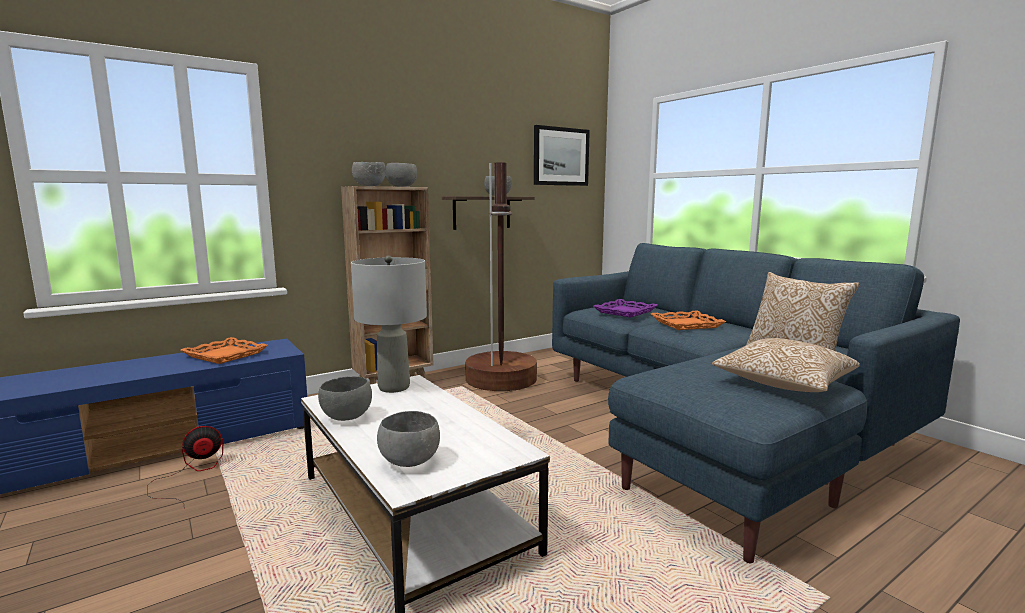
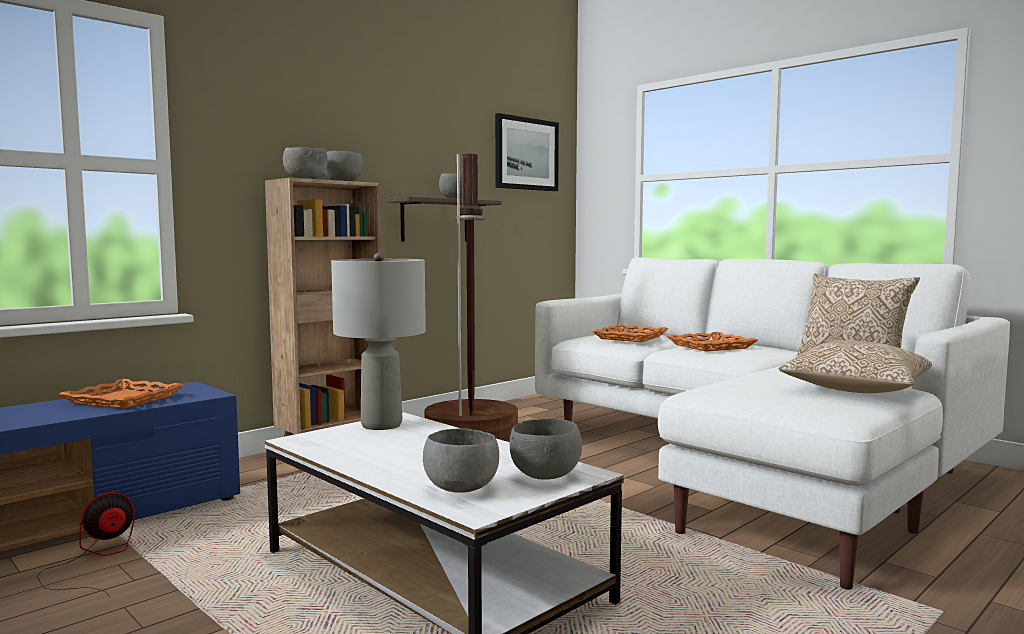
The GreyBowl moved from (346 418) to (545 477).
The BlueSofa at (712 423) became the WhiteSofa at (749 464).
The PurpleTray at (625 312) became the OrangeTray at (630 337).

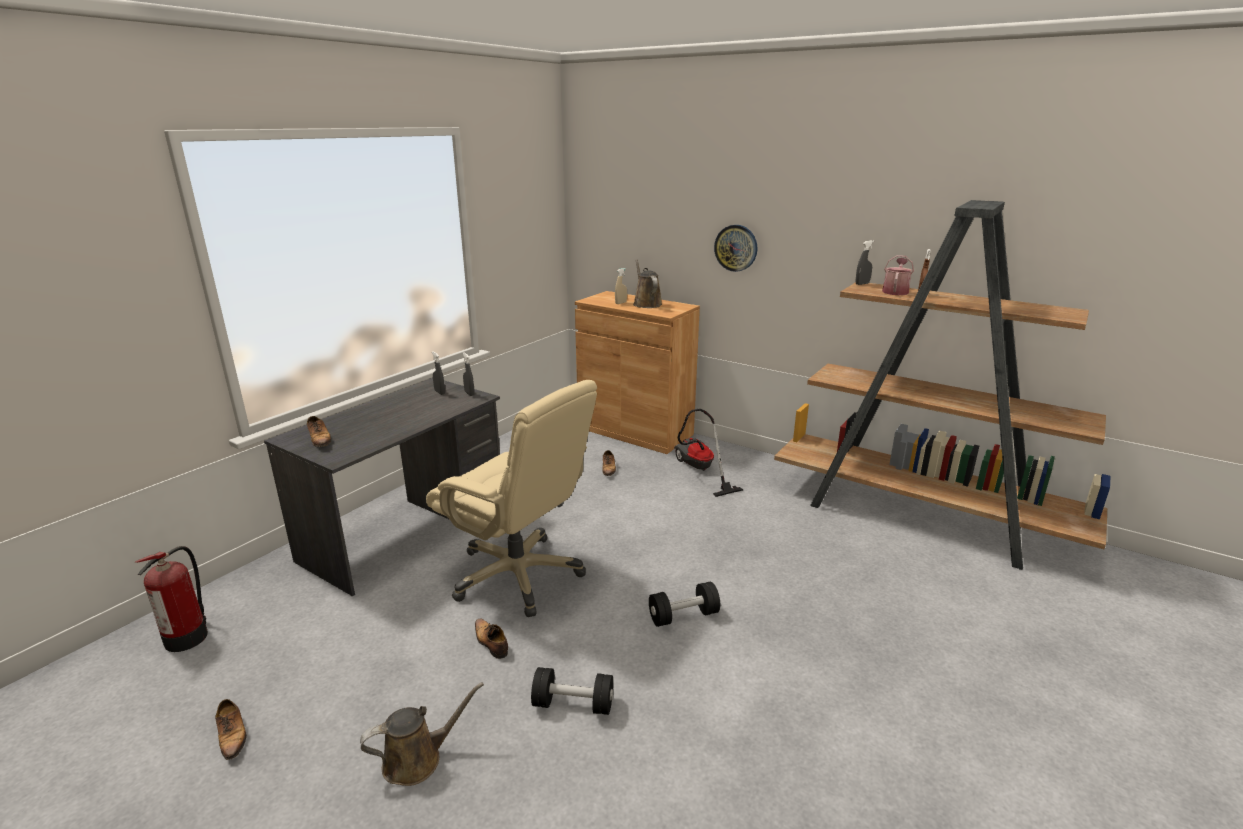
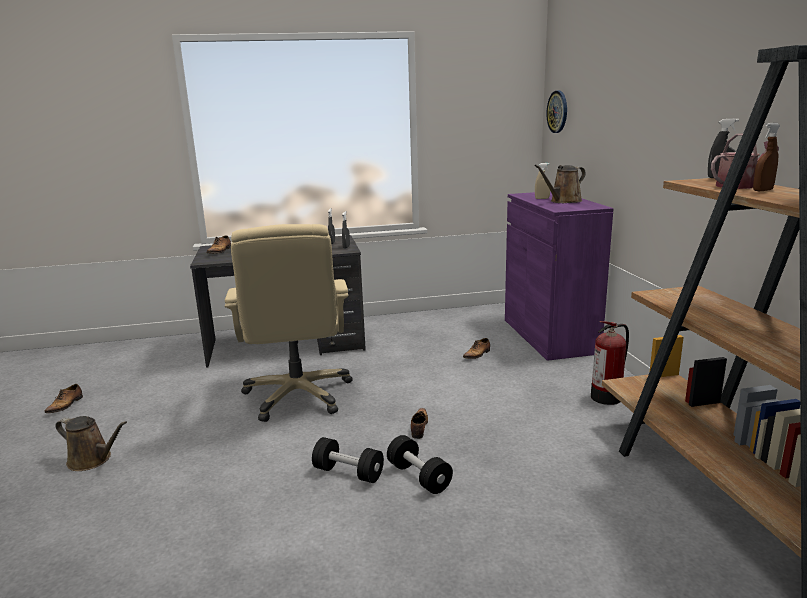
The BlackDumbbell moved from (573 704) to (419 477).
The Shoe moved from (491 642) to (419 427).
The BrownCabinet at (635 431) became the PurpleCabinet at (549 336).
The BrownWateringCan at (646 304) turned 150 degrees counterclockwise.
The WallClock moved from (736 248) to (557 111).
The FireExtinguisher moved from (188 636) to (607 397).
The VacuumCleaner at (699 470) disappeared.

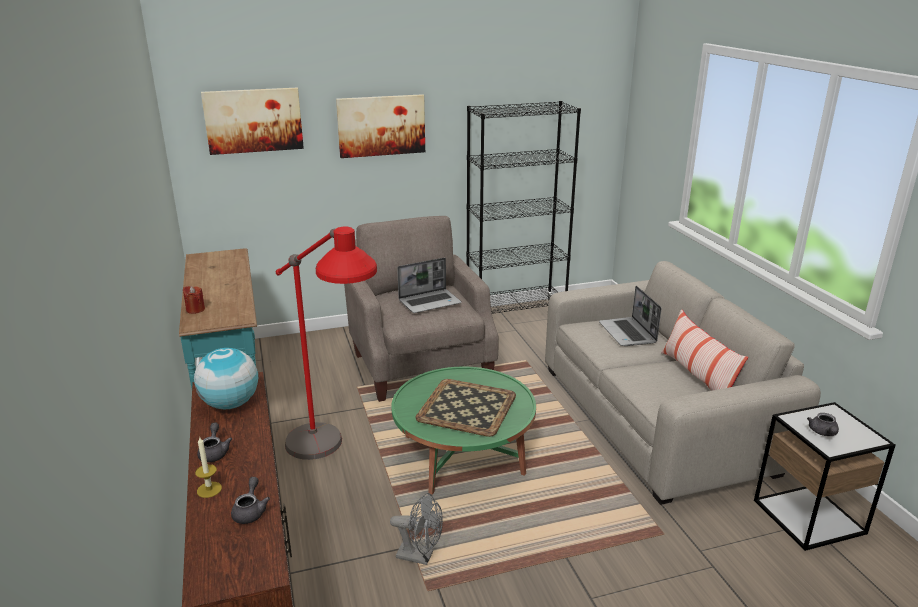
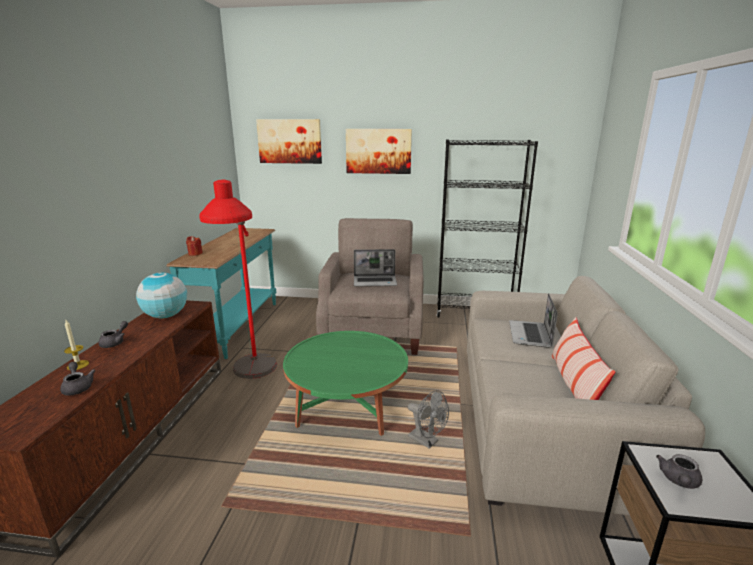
The GreyTeapot at (250 511) turned 60 degrees counterclockwise.
The GreyFan moved from (420 556) to (427 441).
The Tray at (467 408) disappeared.

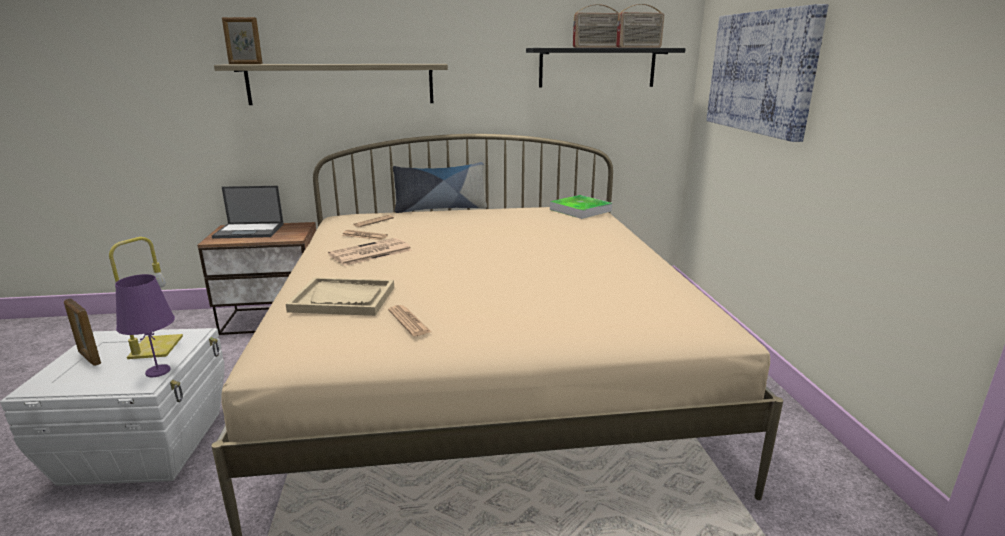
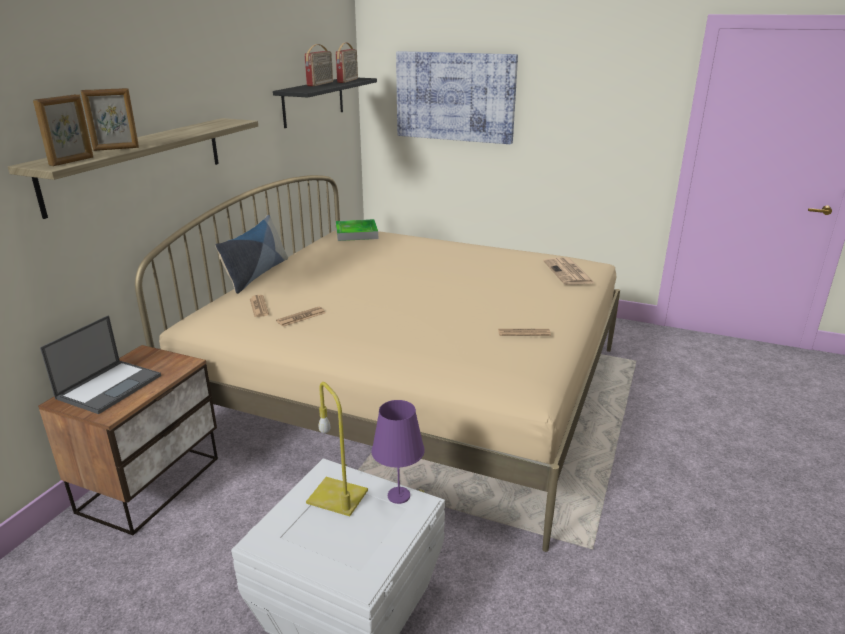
The PictureFrame moved from (89 358) to (116 149).
The Newspaper moved from (370 253) to (569 272).
The BeigeTray at (343 299) disappeared.

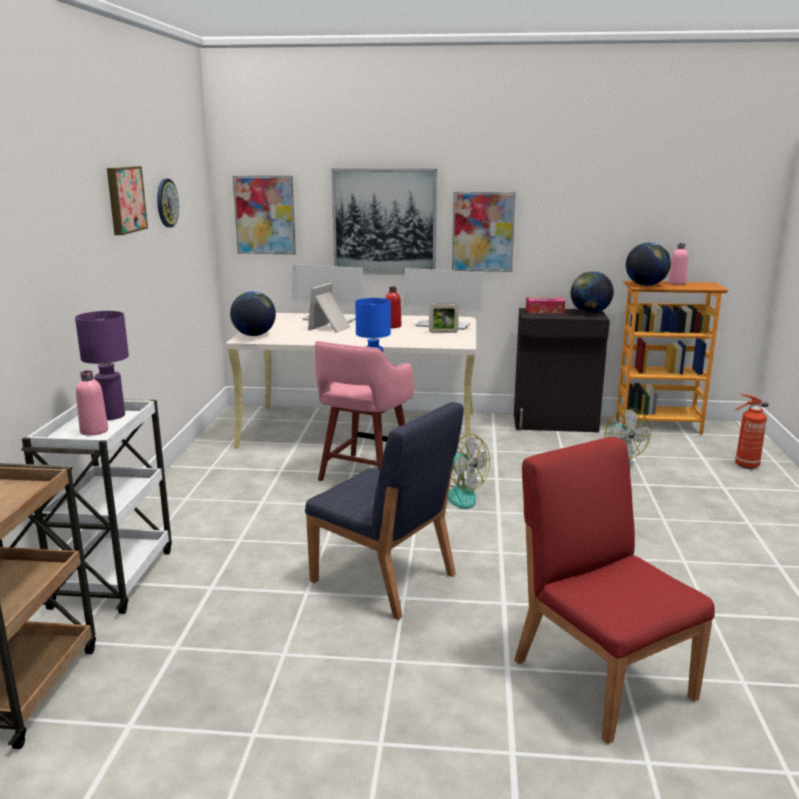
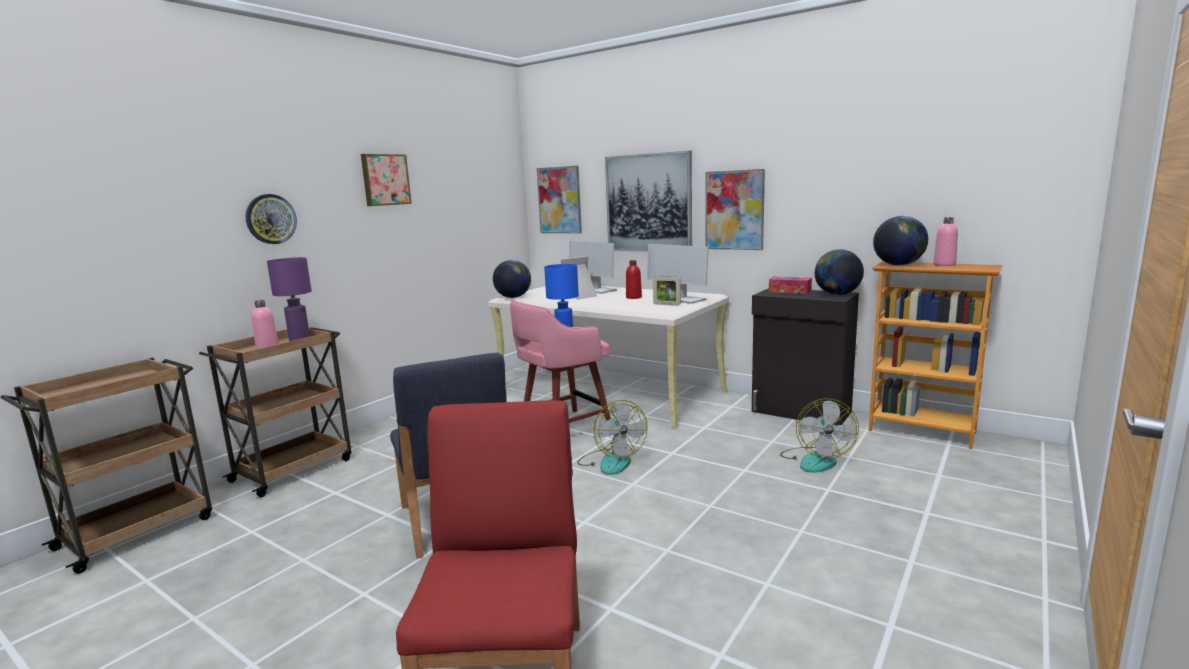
The WhiteCart at (115 576) became the BrownCart at (294 469).
The WallClock moved from (166 203) to (270 219).
The FireExtinguisher at (745 465) disappeared.

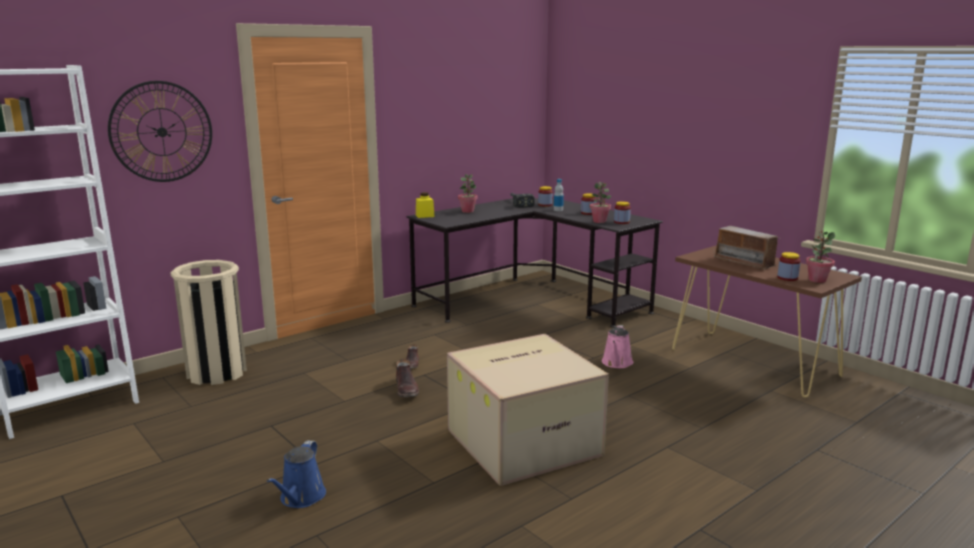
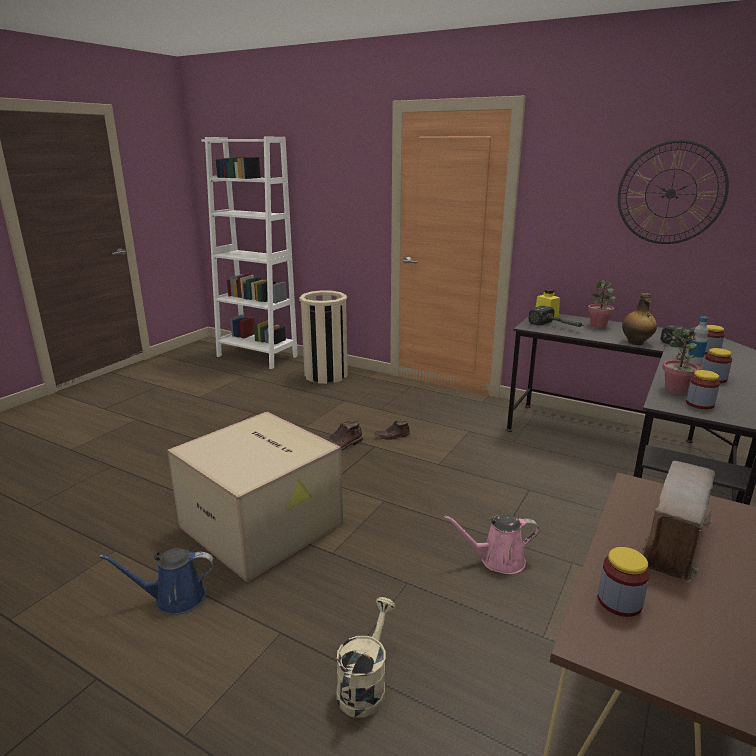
The BlueWateringCan moved from (301 498) to (175 598).
The BeigeWateringCan at (365 685) appeared.
The Hammer at (558 326) appeared.
The WallClock moved from (162 132) to (670 193).
The Bottle at (636 343) appeared.
The PottedPlant at (817 280) disappeared.

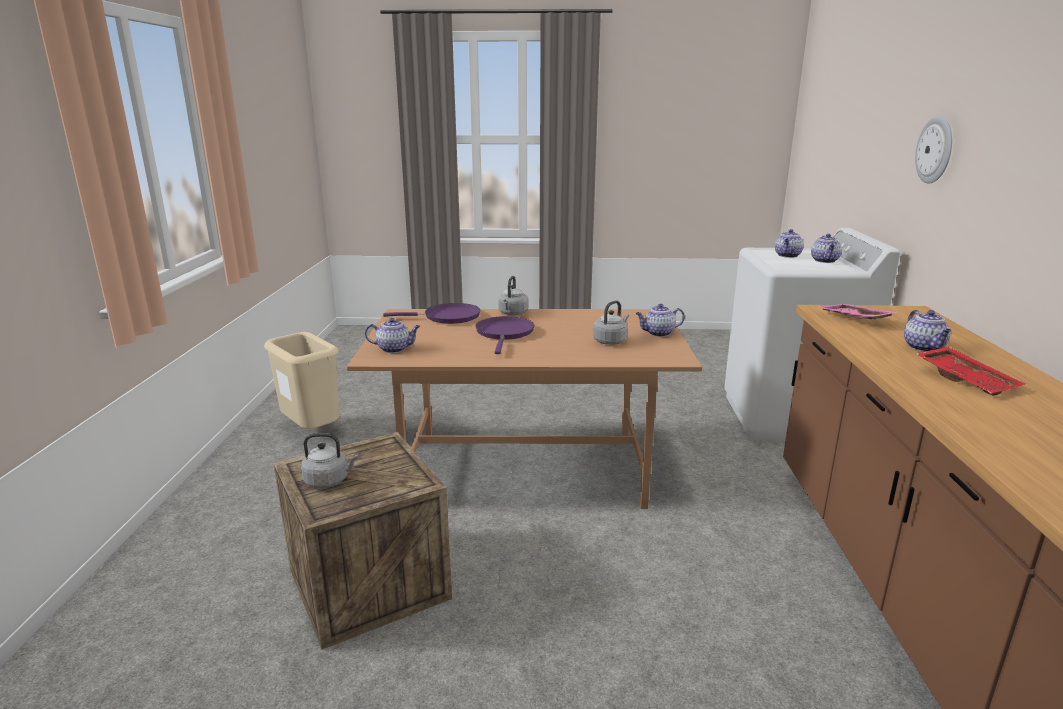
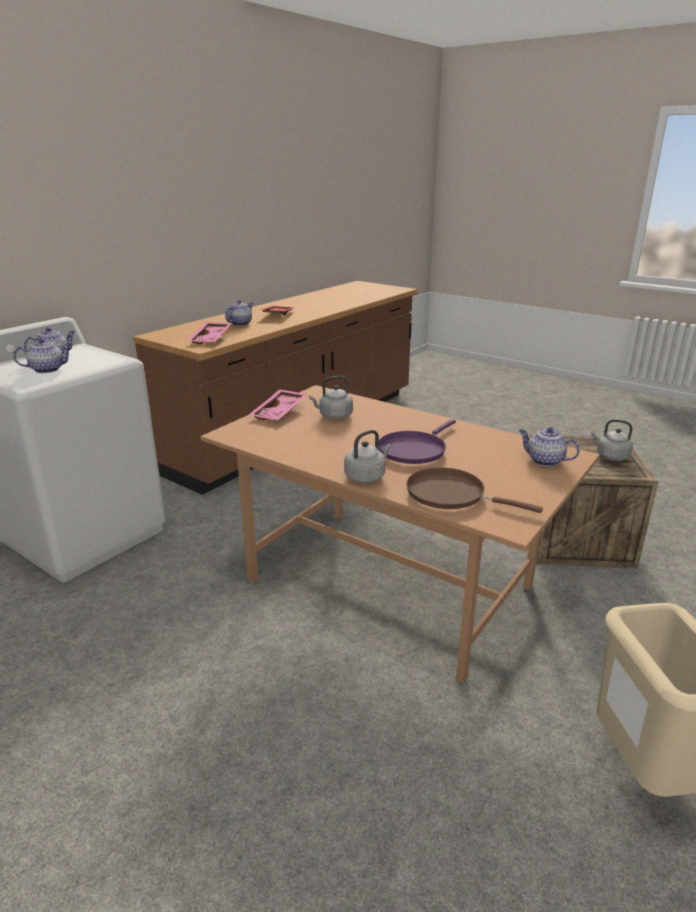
The Teapot at (658 333) was replaced by the PinkTray at (280 412).
The PurpleFryingPan at (448 317) became the BrownFryingPan at (451 494).
The WallClock at (935 150) disappeared.

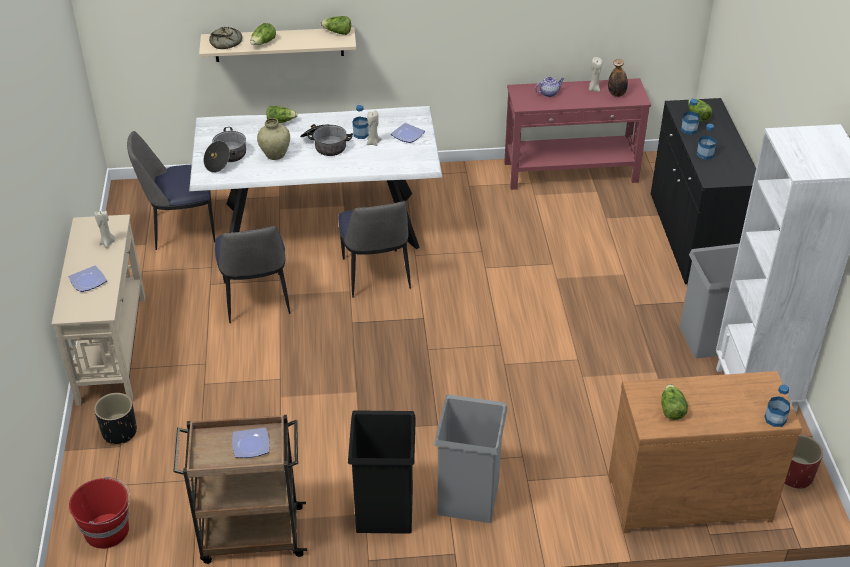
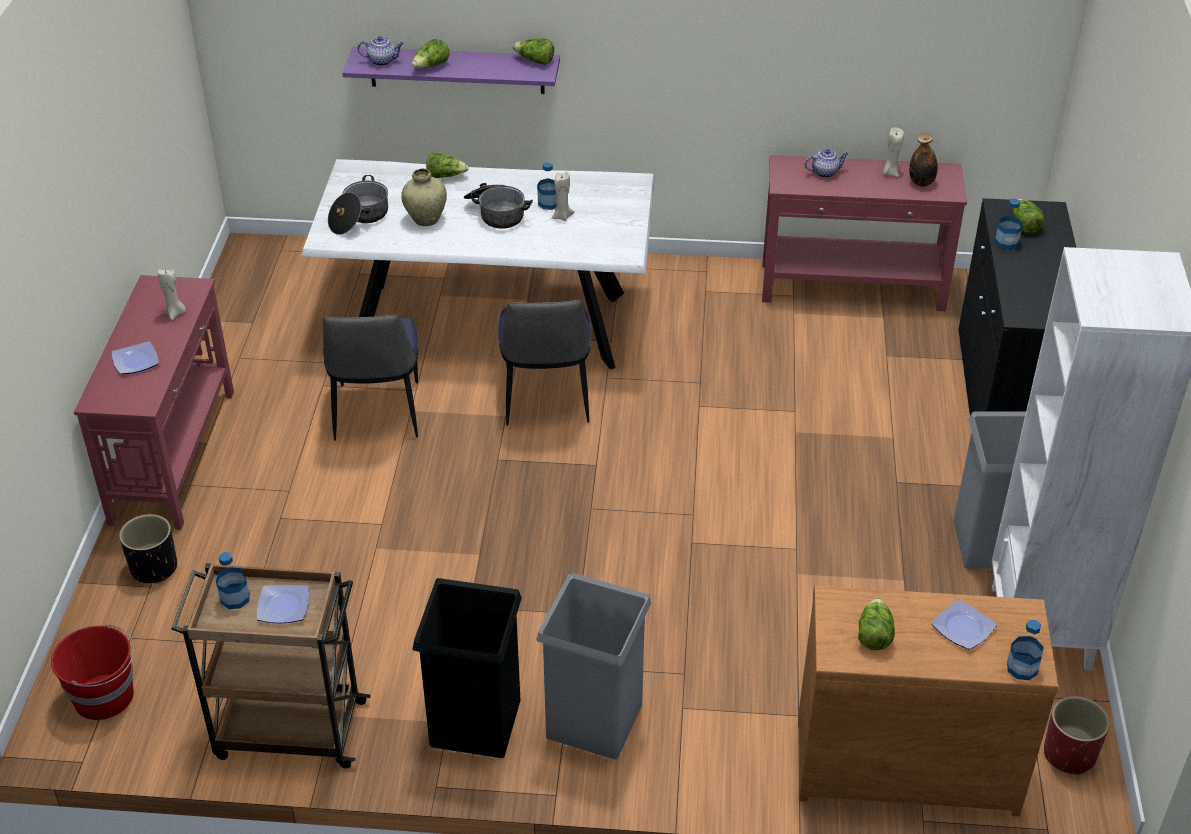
The BeigeConsoleTable at (113 347) became the RedConsoleTable at (174 455).
The Bottle moved from (705 154) to (235 598).
The BeigeShelf at (279 44) became the PurpleShelf at (457 70).
The Bread at (226 42) was replaced by the Teapot at (382 61).
The Plate moved from (407 135) to (961 628).
The Chair at (181 229) disappeared.

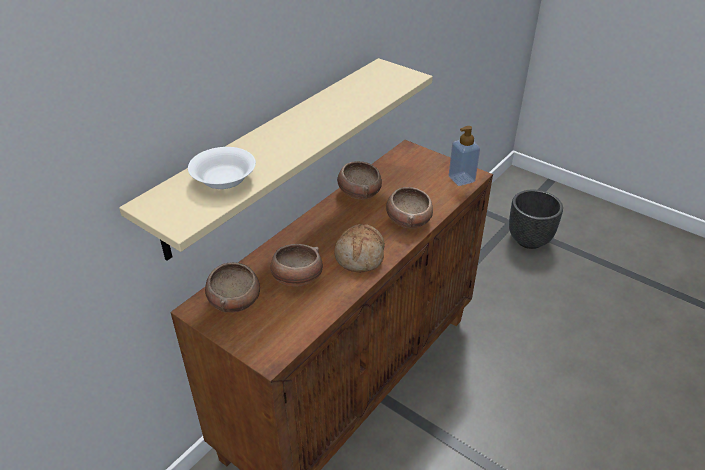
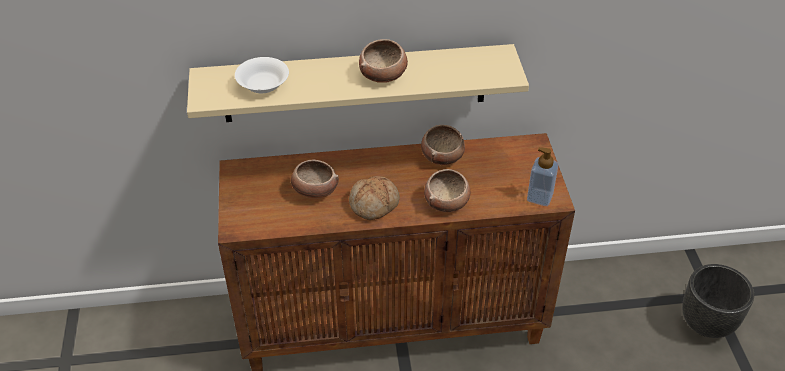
The Bowl moved from (235 300) to (383 74).

